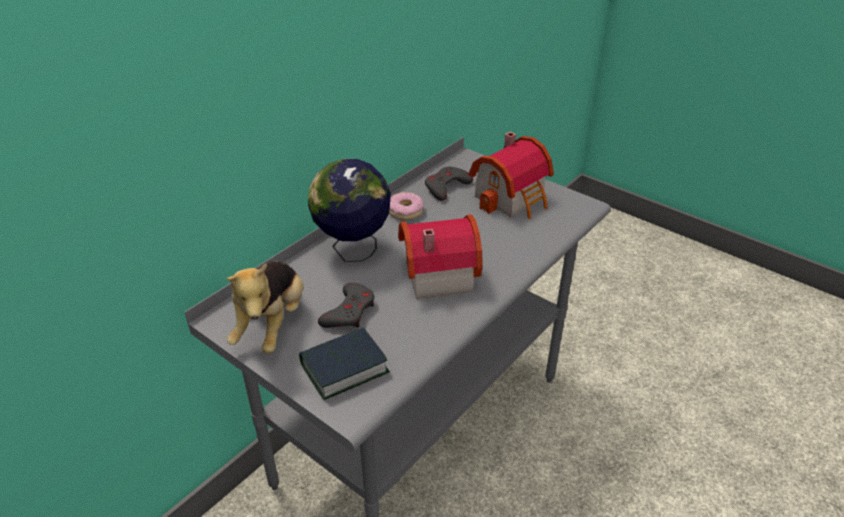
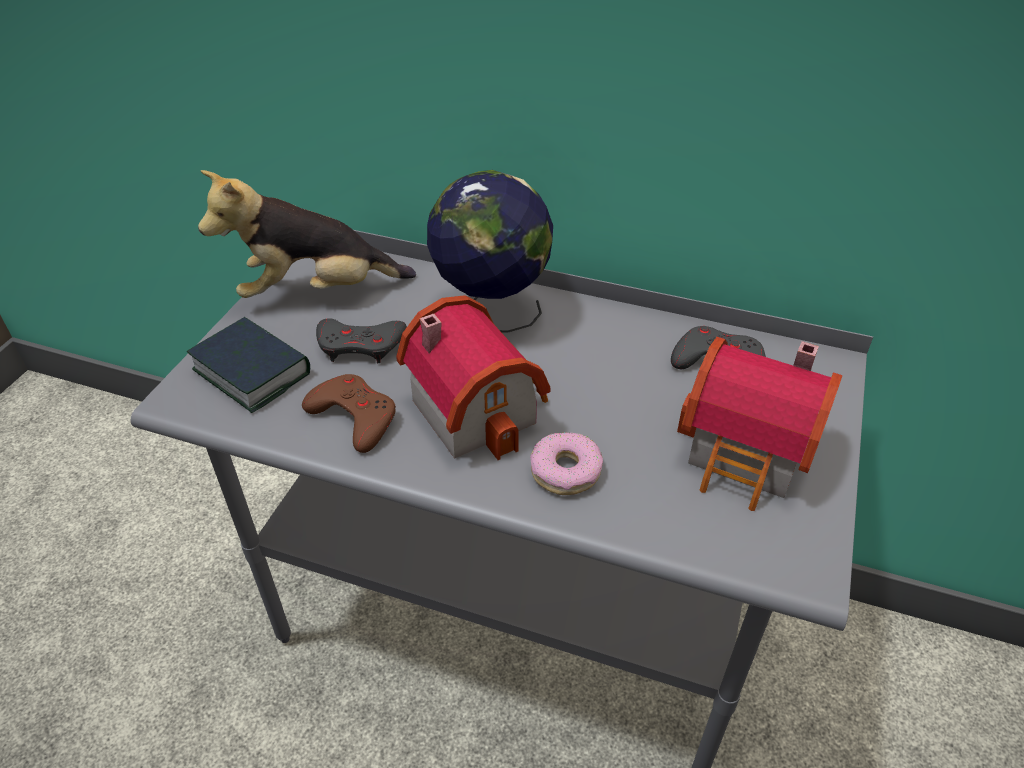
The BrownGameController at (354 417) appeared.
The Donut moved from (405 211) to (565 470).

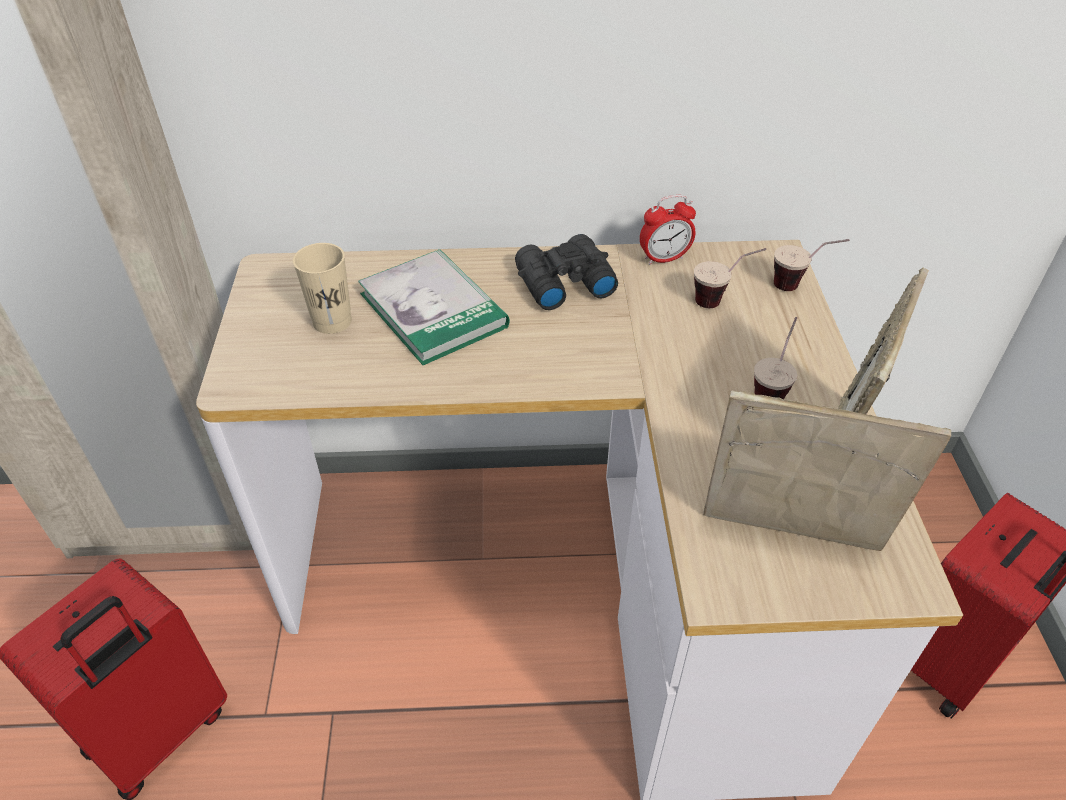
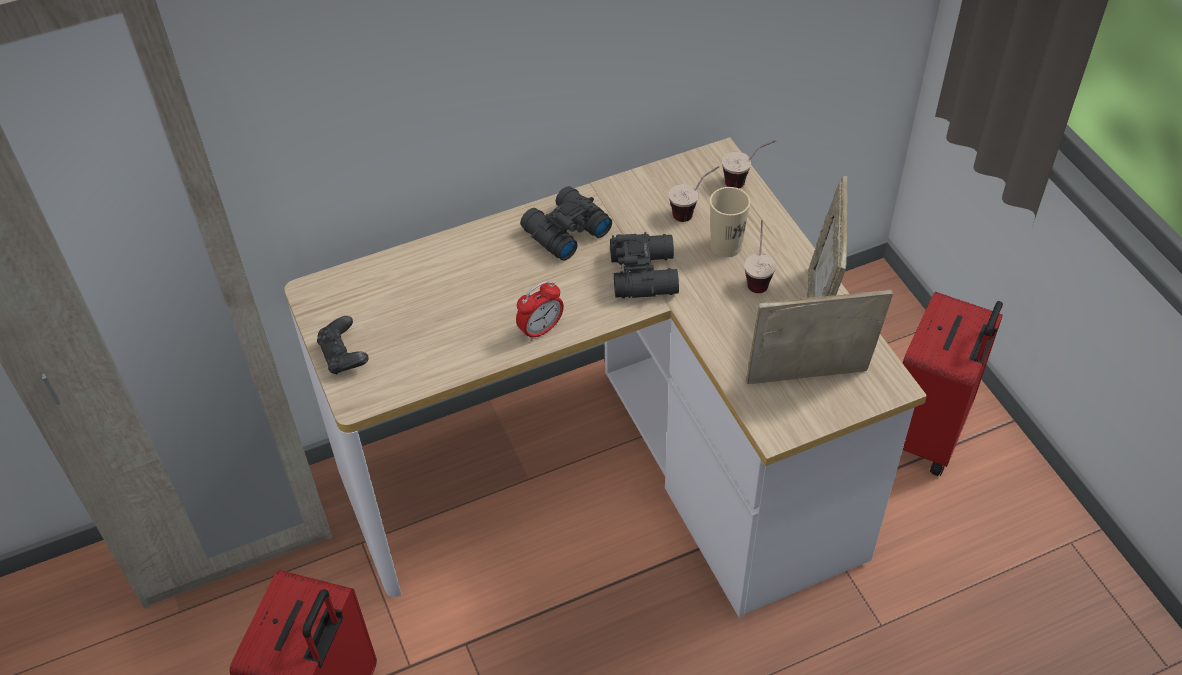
The BlackGameController at (344 356) appeared.
The AlarmClock moved from (664 258) to (541 329).
The BlackBinoculars at (645 273) appeared.
The BeigeCup moved from (332 321) to (726 246).
The Book at (433 310) disappeared.

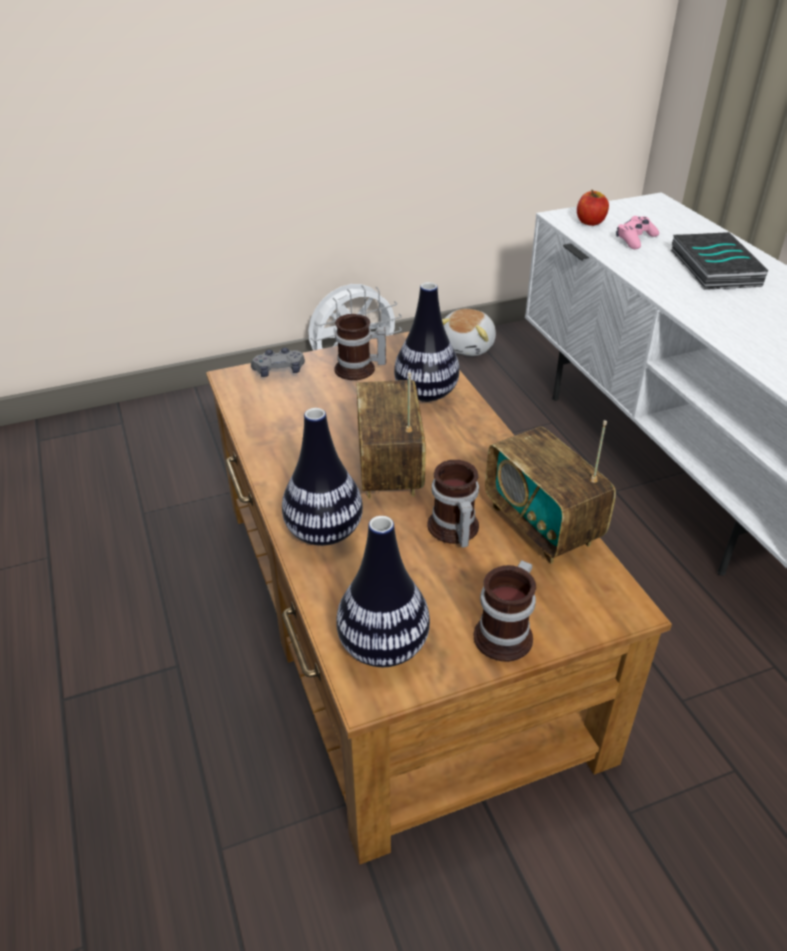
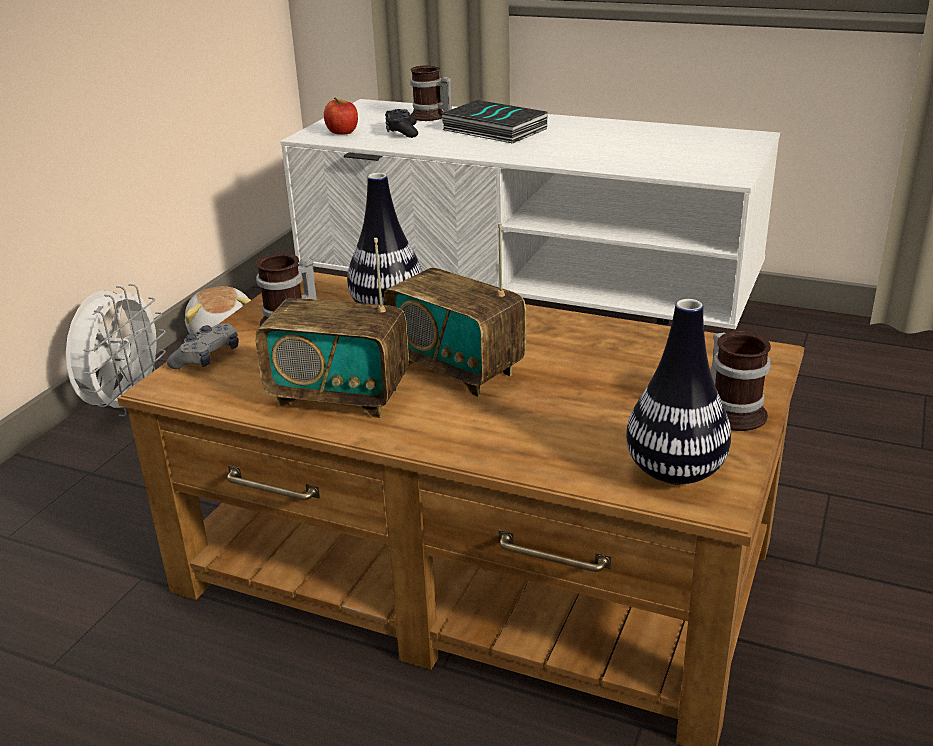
The Radio moved from (542 525) to (339 397).
The PinkGameController at (635 239) became the BlackGameController at (401 131).
The Mug moved from (452 530) to (430 117).
The Vase at (324 532) disappeared.

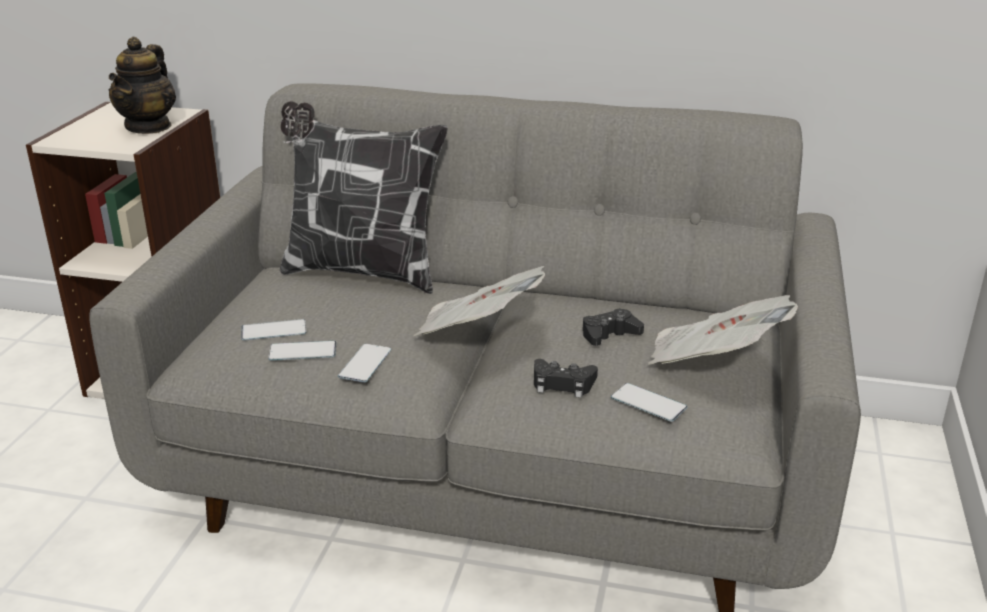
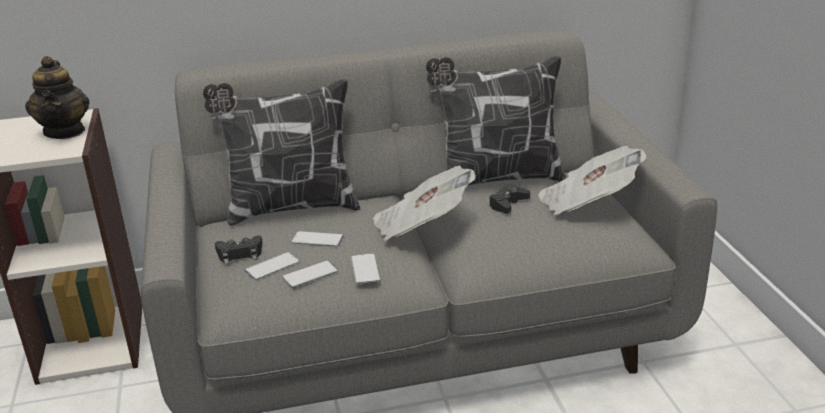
The BlackGameController moved from (562 384) to (240 254).
The Phone moved from (648 403) to (317 239).
The Pillow at (497 179) appeared.

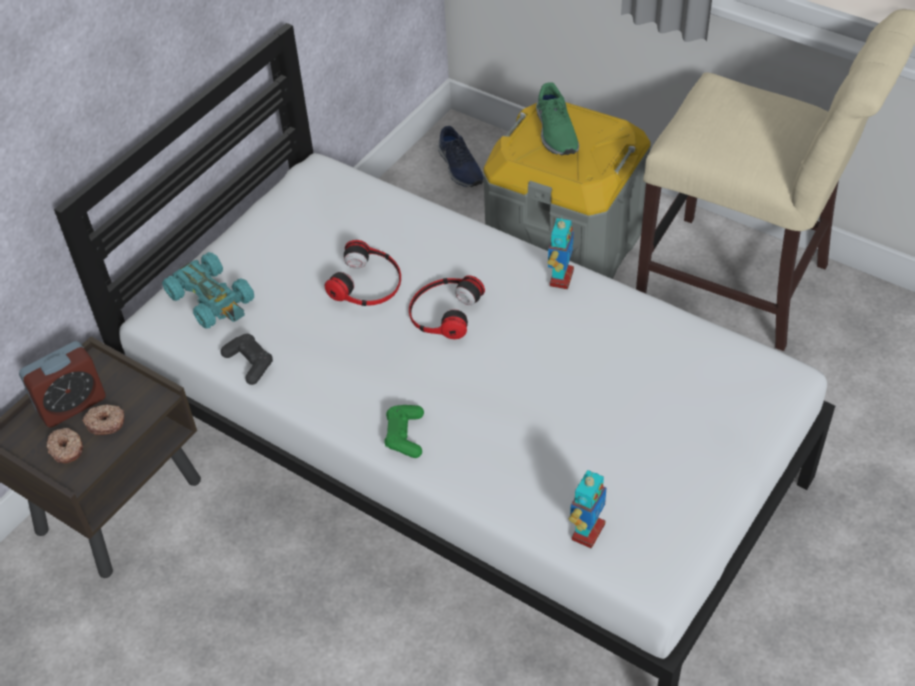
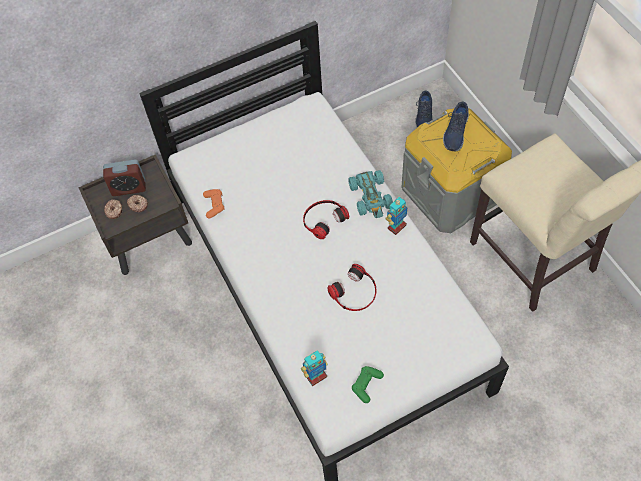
The BlackGameController at (249 363) became the OrangeGameController at (214 205).
The Headphones moved from (367 282) to (355 292).
The TurquoiseToyCar moved from (212 299) to (371 197).
The GreenGameController moved from (405 435) to (366 385).
The GreenShoe at (555 132) became the BlueShoe at (455 132).

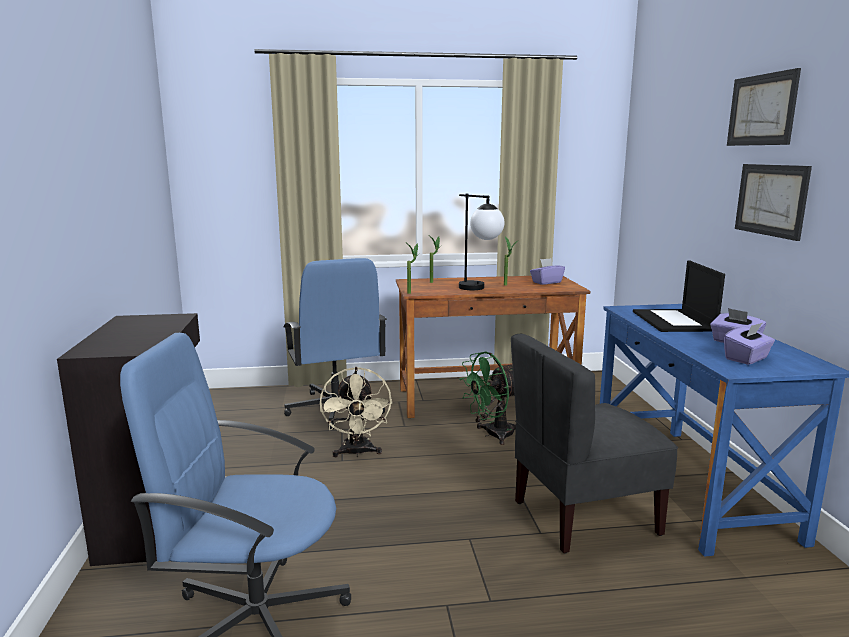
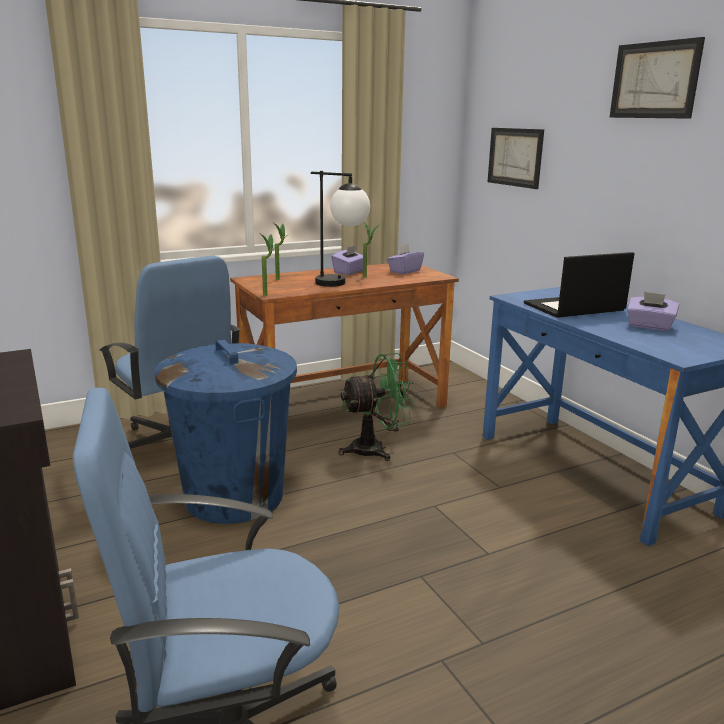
The BeigeFan at (357 453) was replaced by the BlueTrashCan at (234 496).
The PurpleTissueBox moved from (747 358) to (349 272).
The GreenFan at (492 435) turned 150 degrees counterclockwise.
The Picture moved from (771 200) to (515 157).
The Laptop at (674 321) turned 90 degrees clockwise.
The GreyChair at (583 517) disappeared.

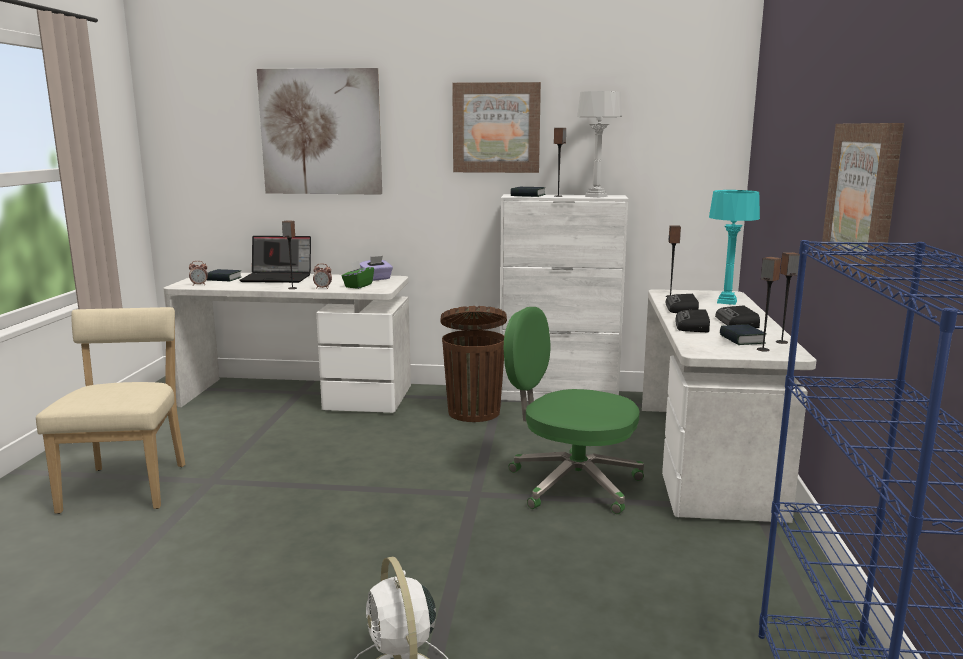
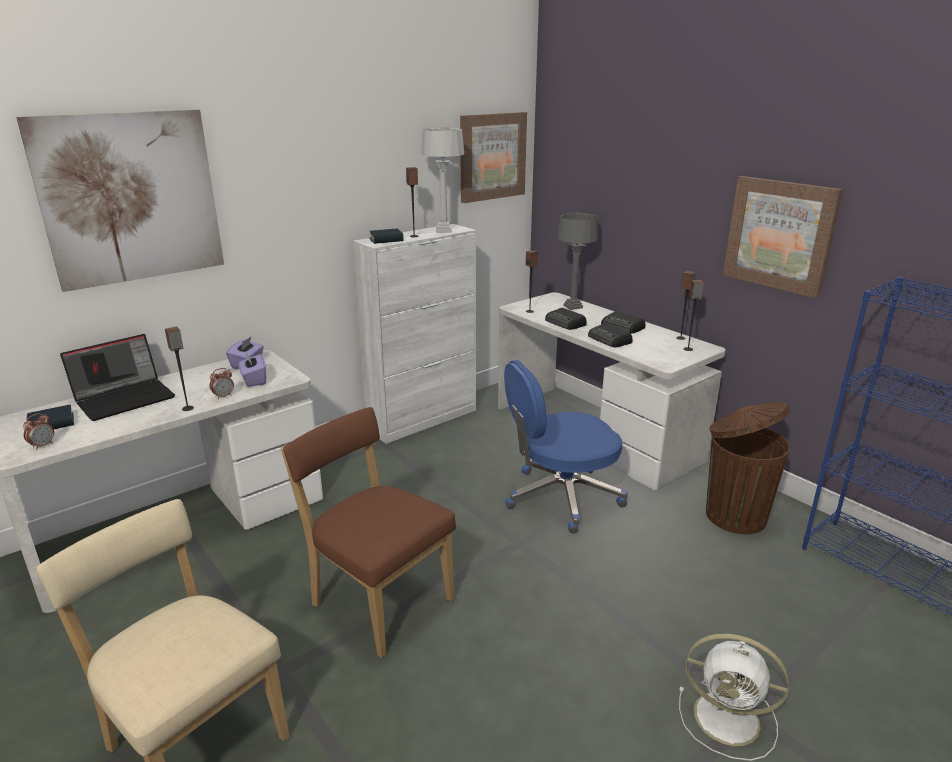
The GreenTissueBox at (358 286) became the PurpleTissueBox at (254 380).
The BrownChair at (378 599) appeared.
The Picture moved from (496 128) to (492 156).
The GreenOfficeChair at (571 483) became the BlueOfficeChair at (561 497).
The TurquoiseTableLamp at (726 302) became the GreyTableLamp at (573 307).
The BrownTrashCan moved from (474 411) to (733 515).
The Book at (742 339) disappeared.

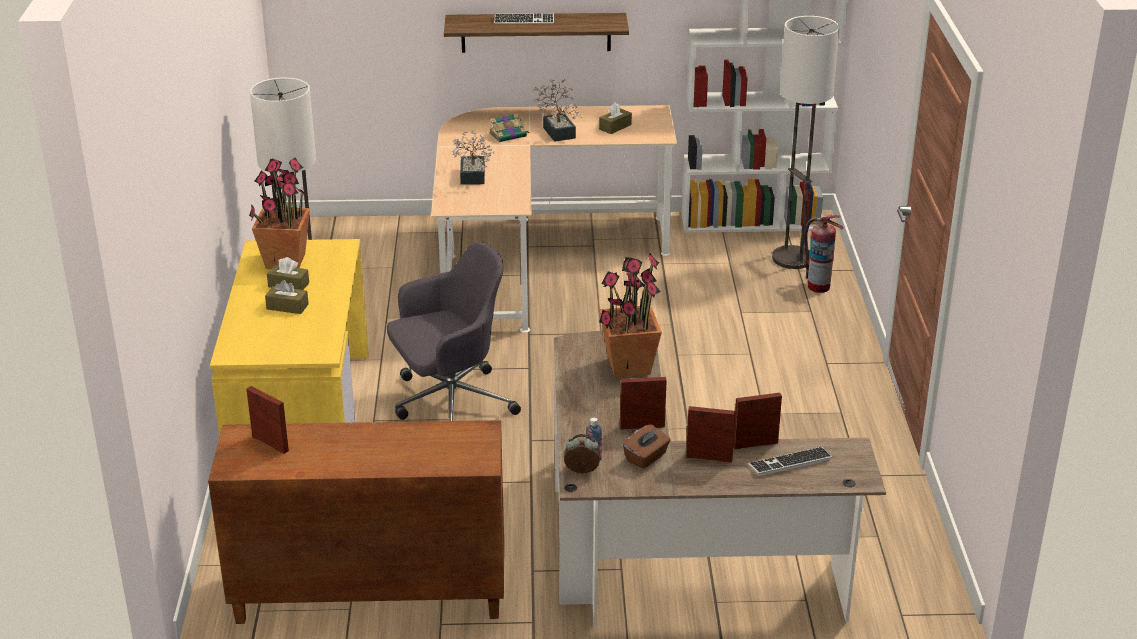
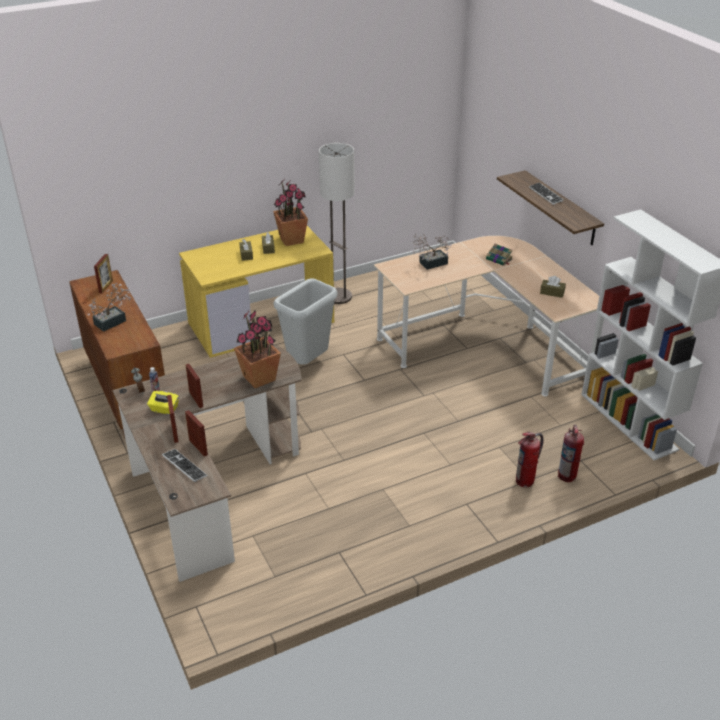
The PottedPlant moved from (558 131) to (113 321).
The BrownTissueBox at (646 457) became the YellowTissueBox at (164 409).
The GreyOfficeChair at (450 403) was replaced by the GreyTrashCan at (308 363).
The FireExtinguisher at (525 481) appeared.
The FloorLamp at (793 258) disappeared.

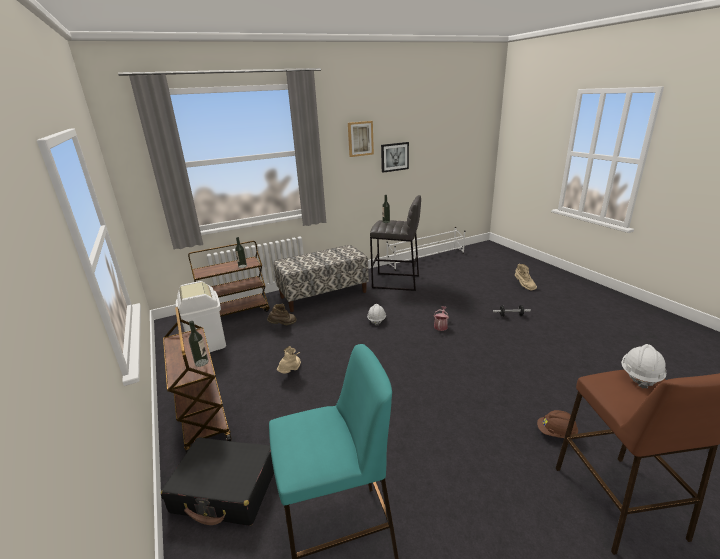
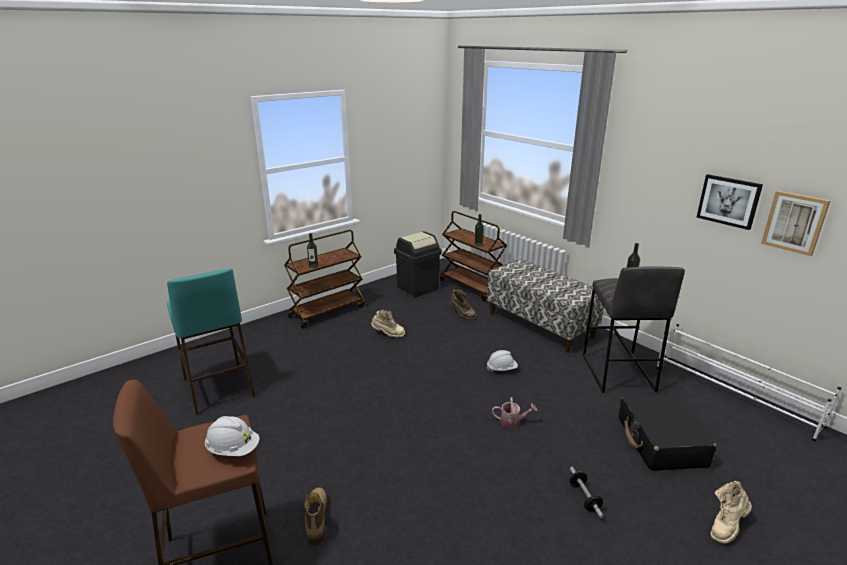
The BrownHardHat at (556 432) was replaced by the Boot at (316 519).
The WhiteTrashCan at (207 343) became the BlackTrashCan at (417 288).
The BlackSuitcase moved from (226 489) to (660 442).
The Picture moved from (360 138) to (794 222).

